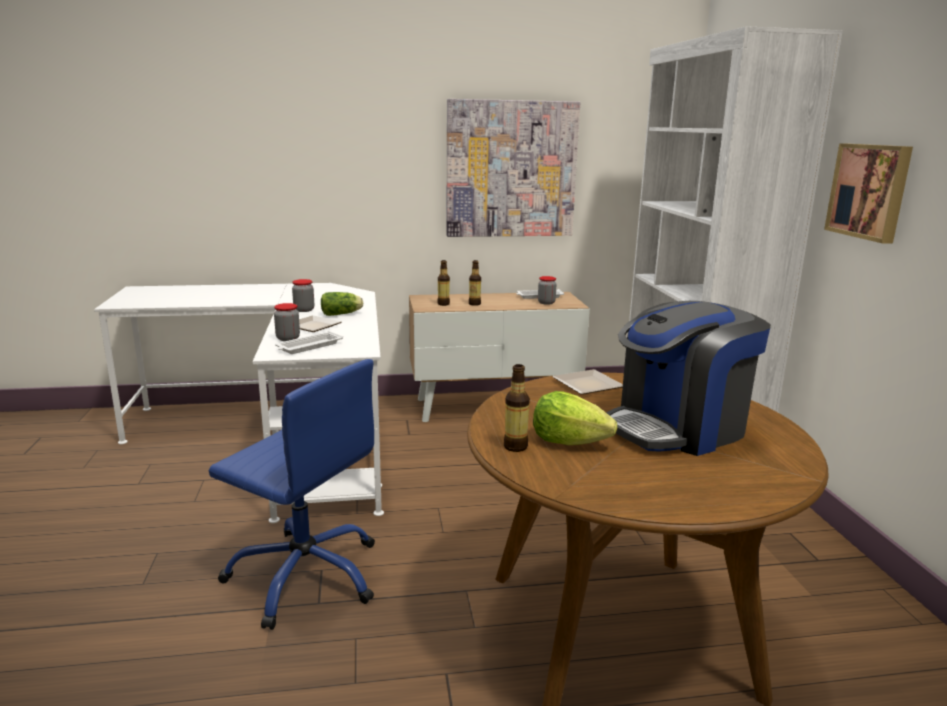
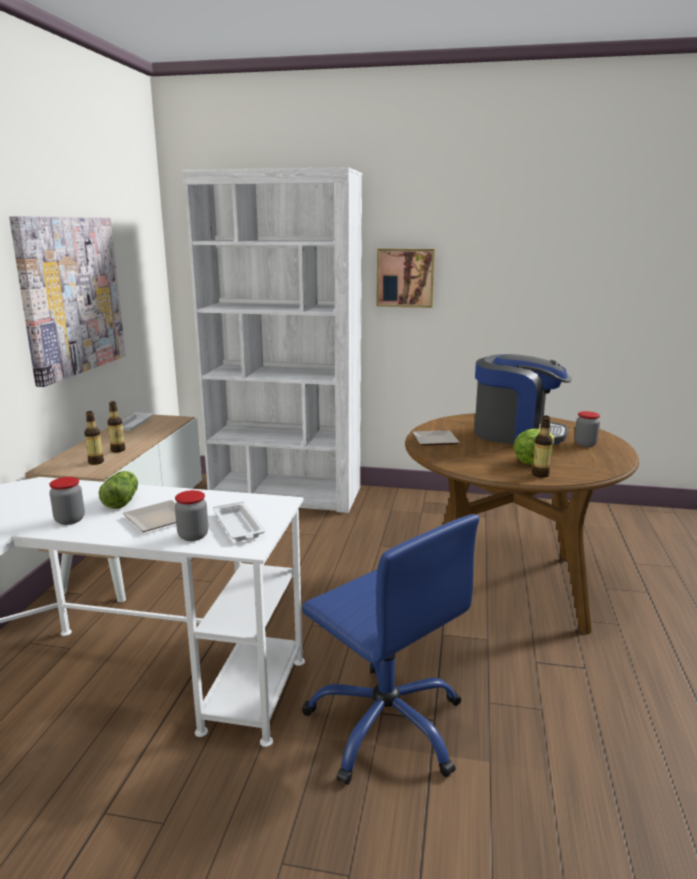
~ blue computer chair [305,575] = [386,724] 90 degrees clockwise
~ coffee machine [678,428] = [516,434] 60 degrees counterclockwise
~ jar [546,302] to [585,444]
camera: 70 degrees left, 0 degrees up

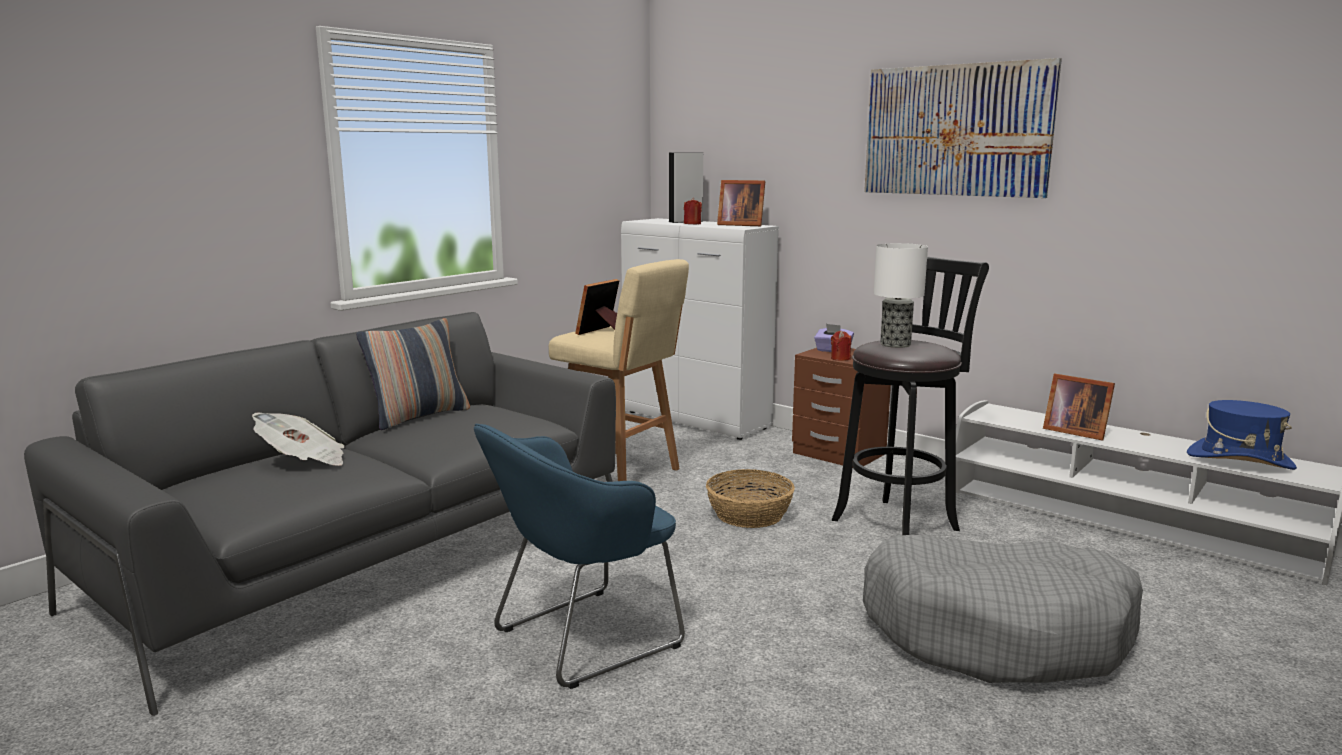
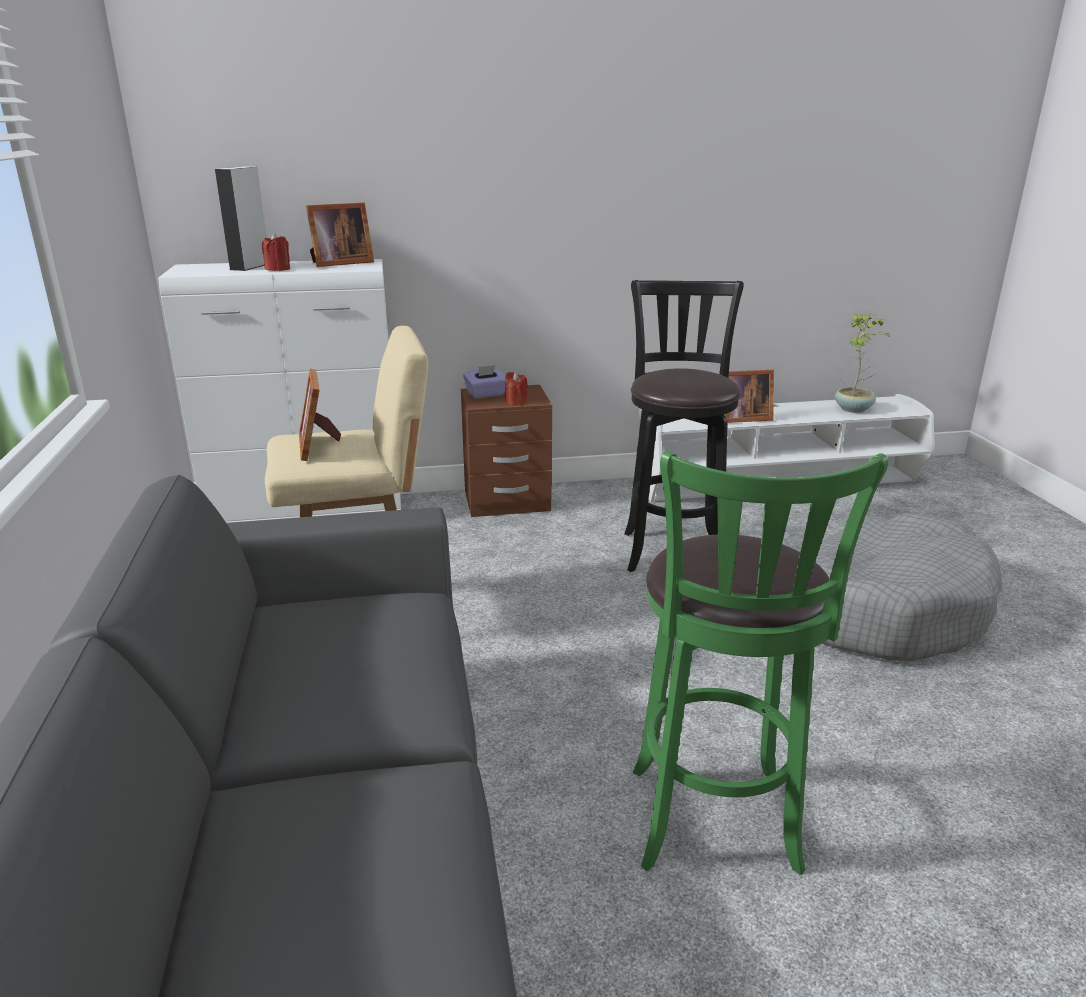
~ blue armchair [579,640] to greenish sitting stool [714,826]
~ blue clothing hat [1239,460] to potted plant [854,409]
- newspaper [304,461]
- throw pillow [419,416]
- basket [748,515]
- wall art [956,130]
- tabletop lamp [894,344]
camera: 50 degrees left, 10 degrees up

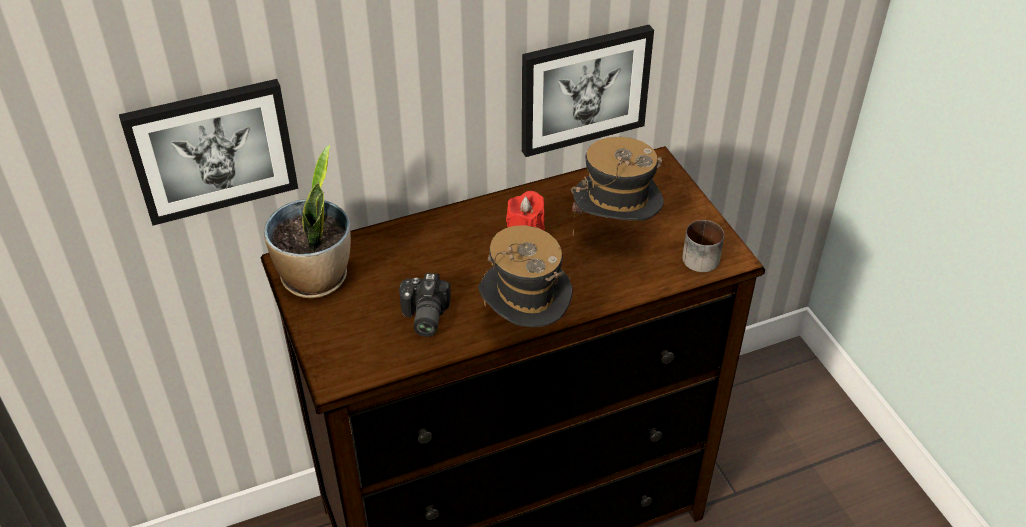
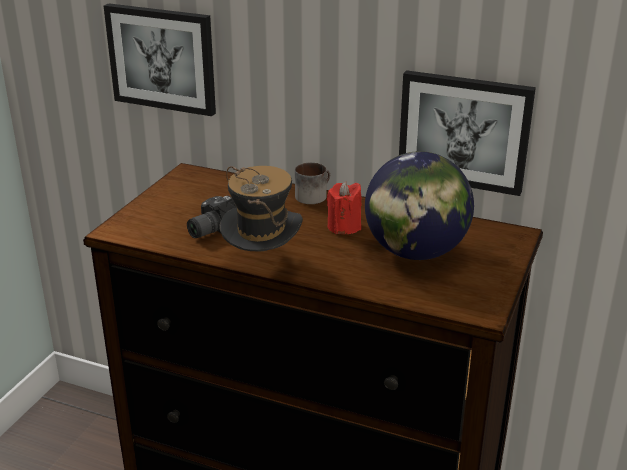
~ mug [698,255] to [313,195]
~ clothing hat [615,230] to world globe [415,252]
- potted plant [316,278]
camera: 45 degrees right, 15 degrees down

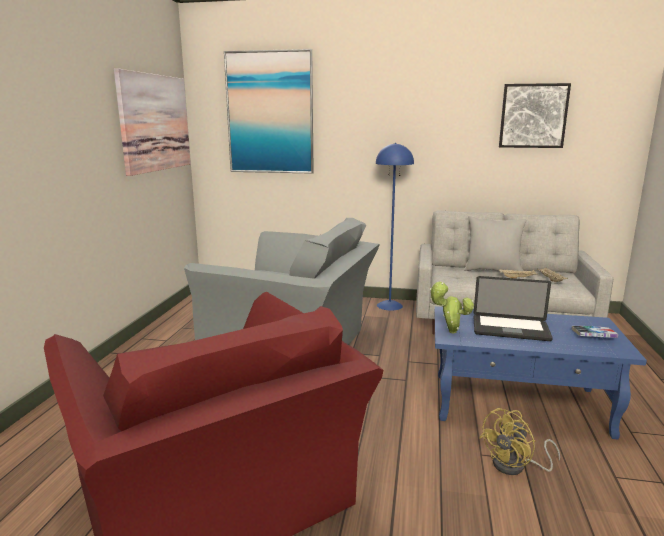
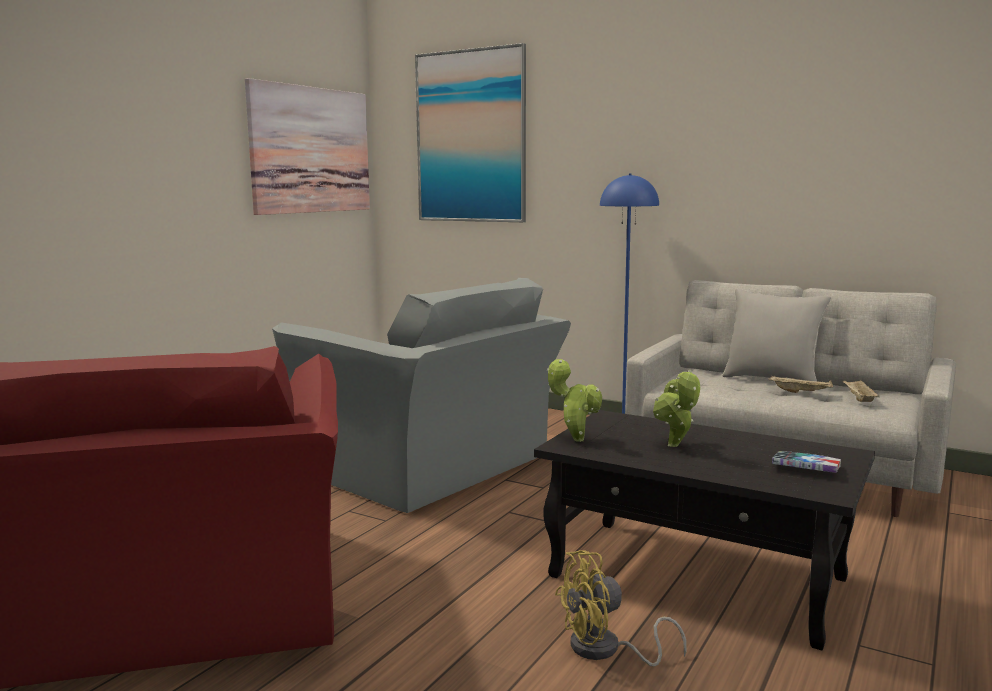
~ blue lounge table [520,404] to blackish lounge table [699,577]
~ laptop [510,329] to potted plant [675,446]
- wall art [533,116]
camera: 20 degrees right, 5 degrees down

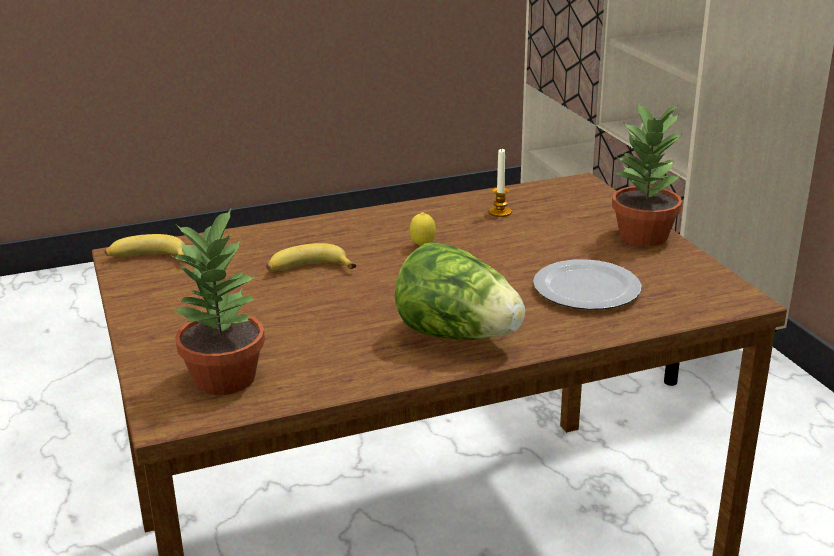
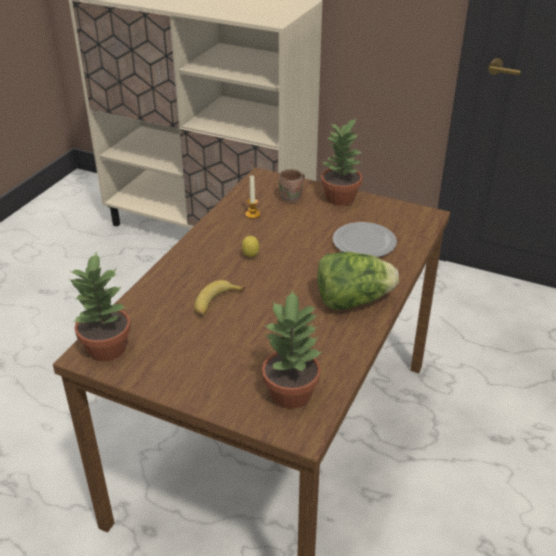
~ whole banana [148,259] to potted plant [106,349]
+ brownish mug [292,198]
camera: 45 degrees left, 10 degrees up

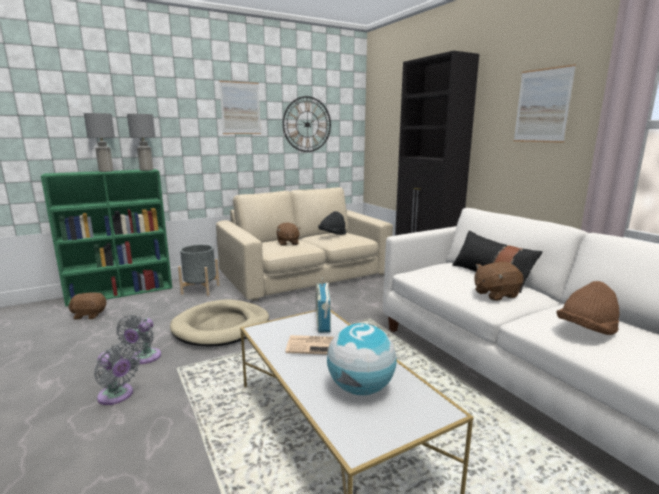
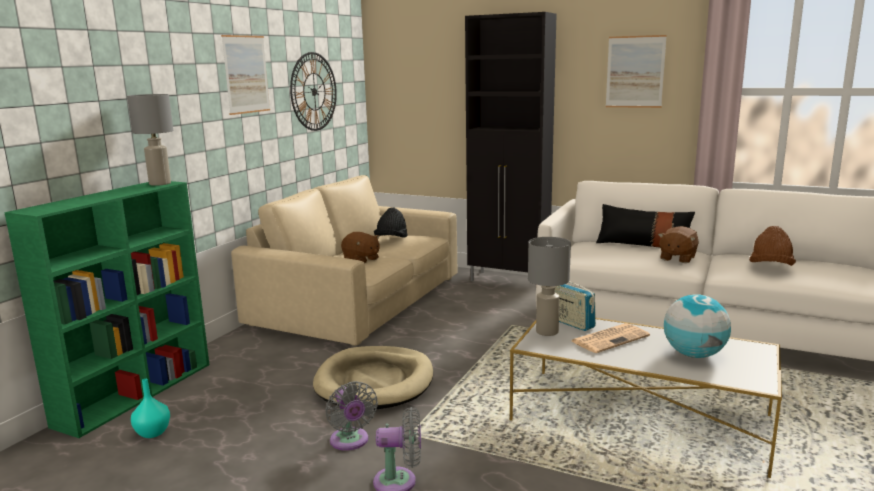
~ brownish plush toy [89,315] to turquoise-coloured decorative vase [153,433]
~ grey tabletop lamp [106,171] to [547,332]
- grey planter [200,289]
camera: 35 degrees left, 0 degrees up

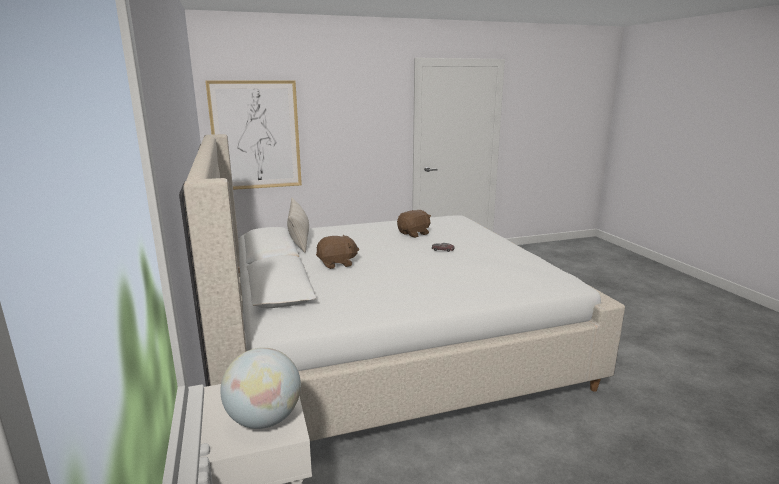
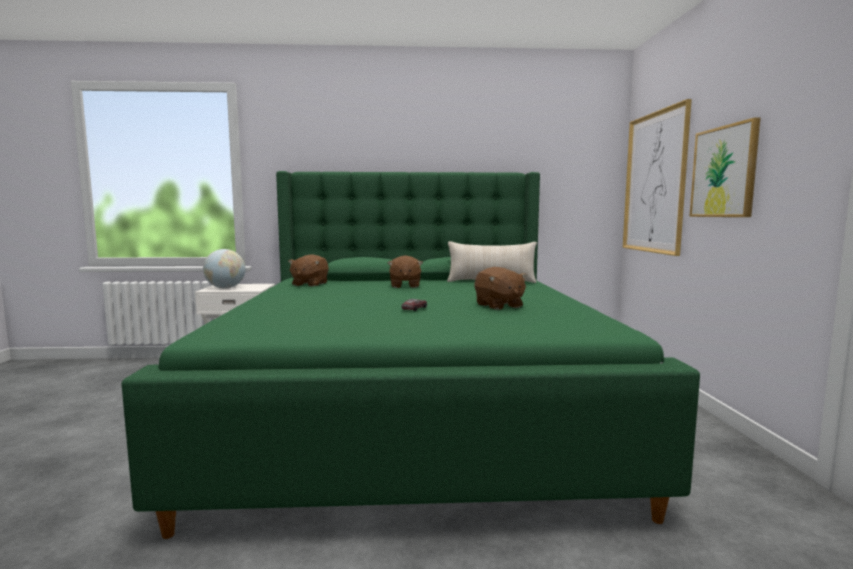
~ sand-coloured bedroom bed [385,345] to greenish bedroom bed [414,411]
+ brownish plush toy [309,284]
+ wall art [724,172]
camera: 105 degrees right, 10 degrees down

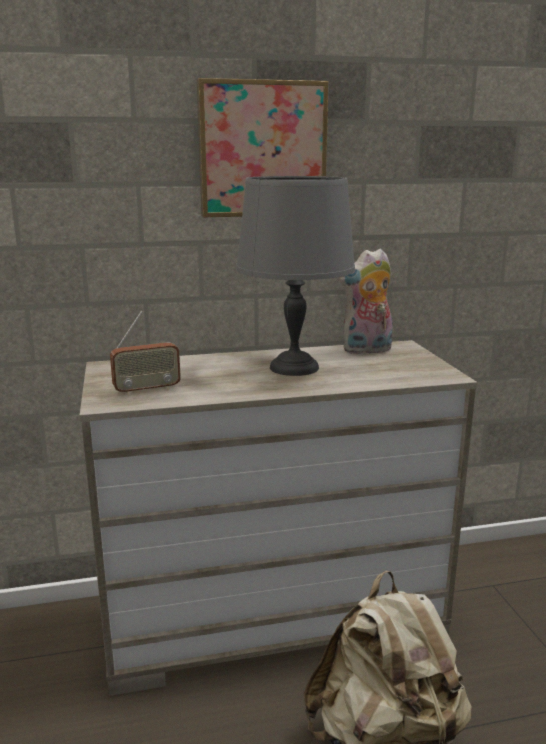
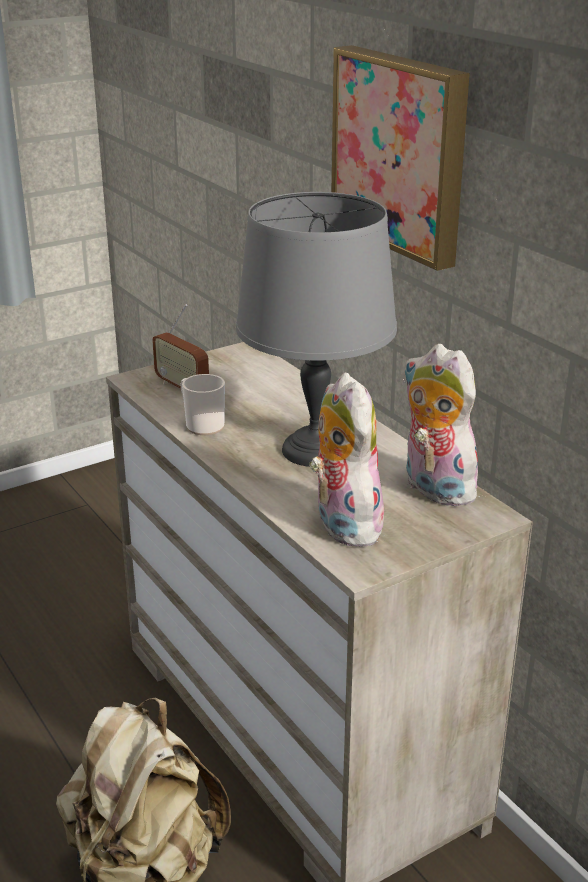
+ mug [201,425]
+ plush toy [342,524]
camera: 70 degrees right, 10 degrees up

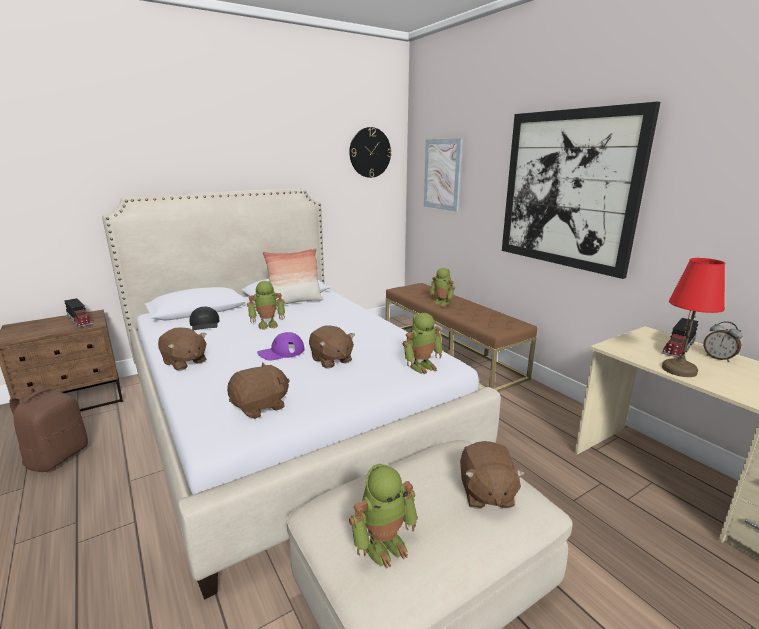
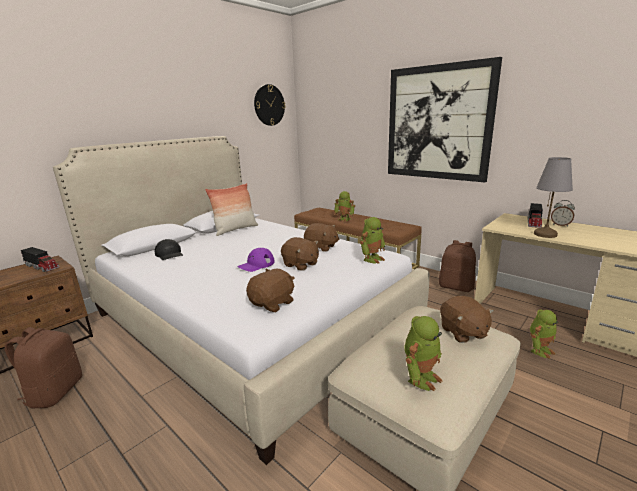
~ brownish plush toy [184,362] to [321,247]
+ brownish knapsack [456,287]
~ model robot [268,325] to [539,350]
~ red-coloured tabletop lamp [680,370] to grey tabletop lamp [545,234]
- wall art [442,174]
camera: 15 degrees left, 0 degrees up

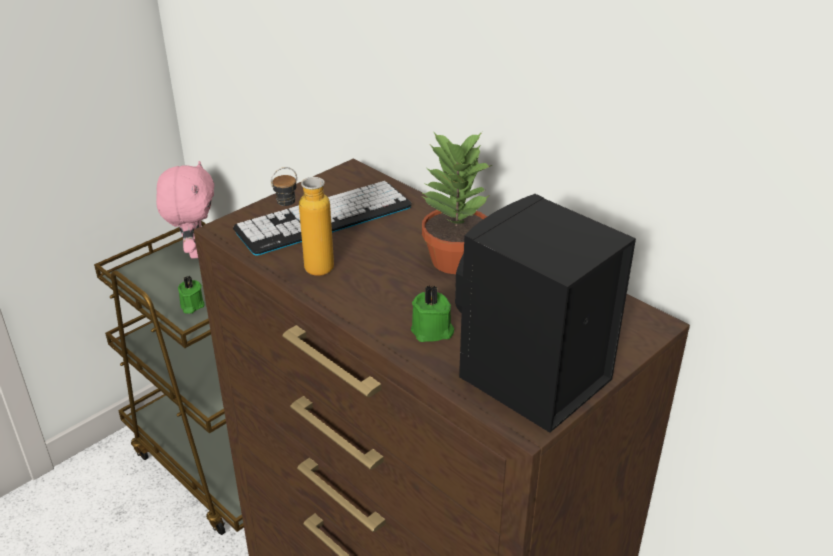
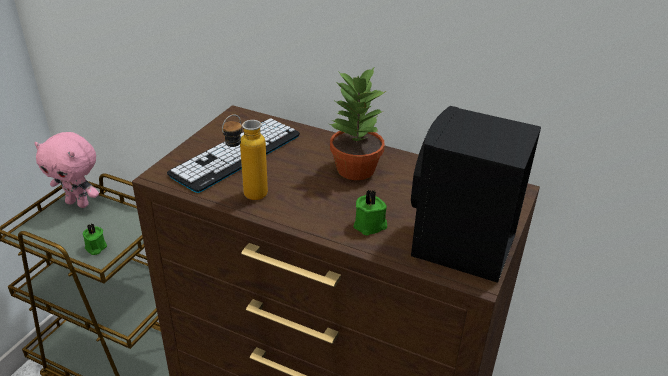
~ pinkish plush toy [194,251] = [79,203] 135 degrees clockwise
camera: 20 degrees left, 0 degrees up

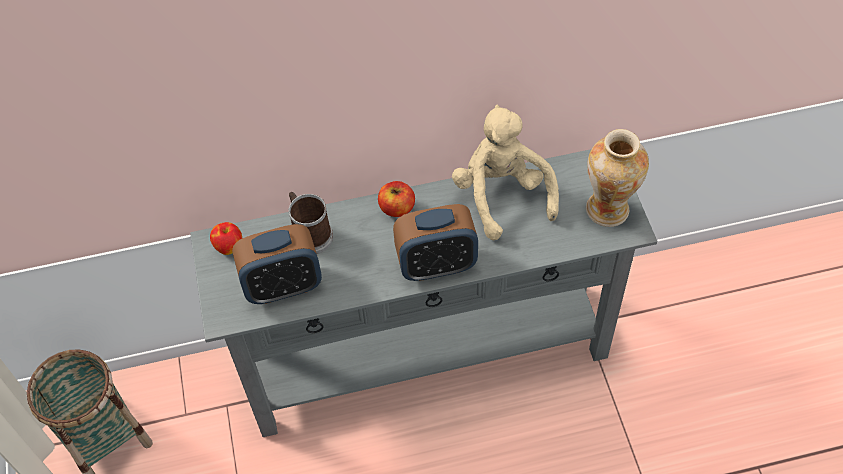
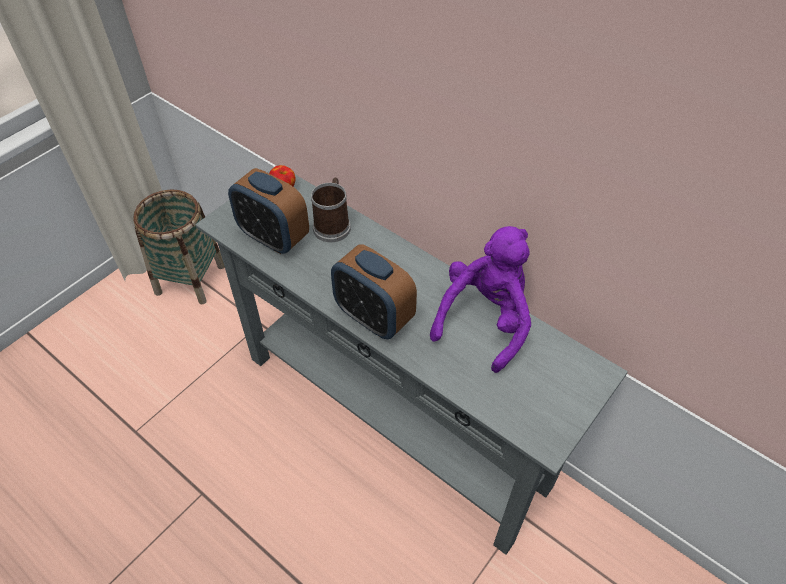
~ sand-coloured plush toy [502,195] to purplish plush toy [485,320]
- apple [397,208]
- decorative vase [608,210]
camera: 50 degrees right, 5 degrees down

